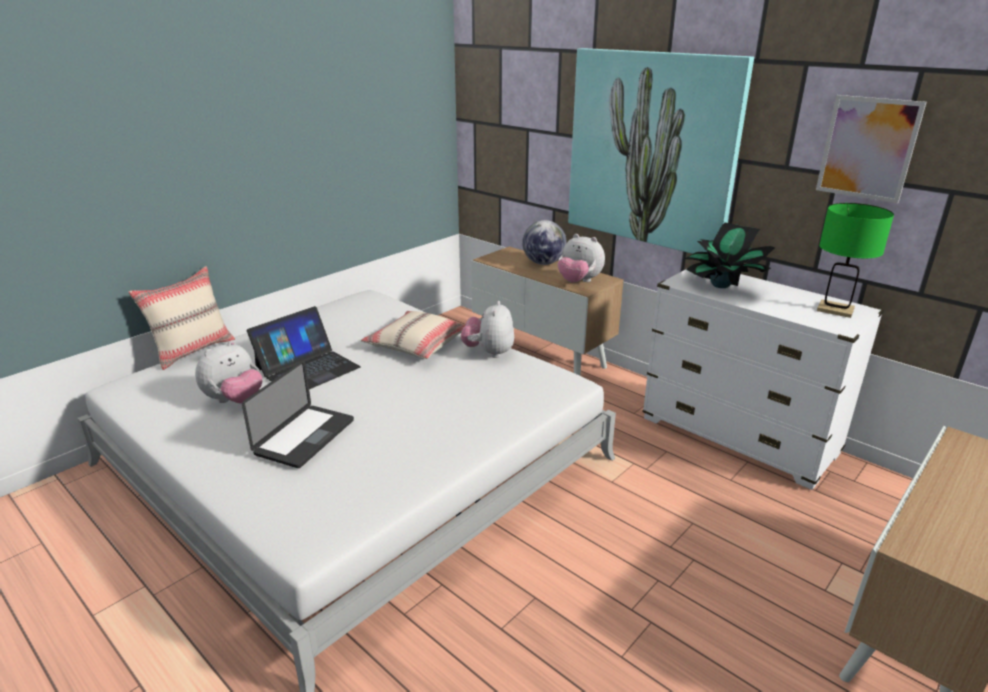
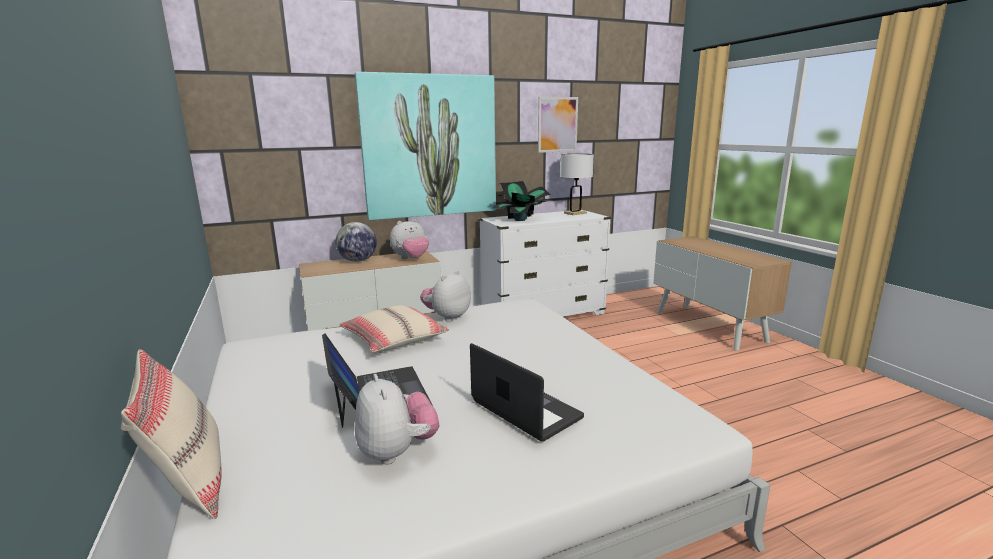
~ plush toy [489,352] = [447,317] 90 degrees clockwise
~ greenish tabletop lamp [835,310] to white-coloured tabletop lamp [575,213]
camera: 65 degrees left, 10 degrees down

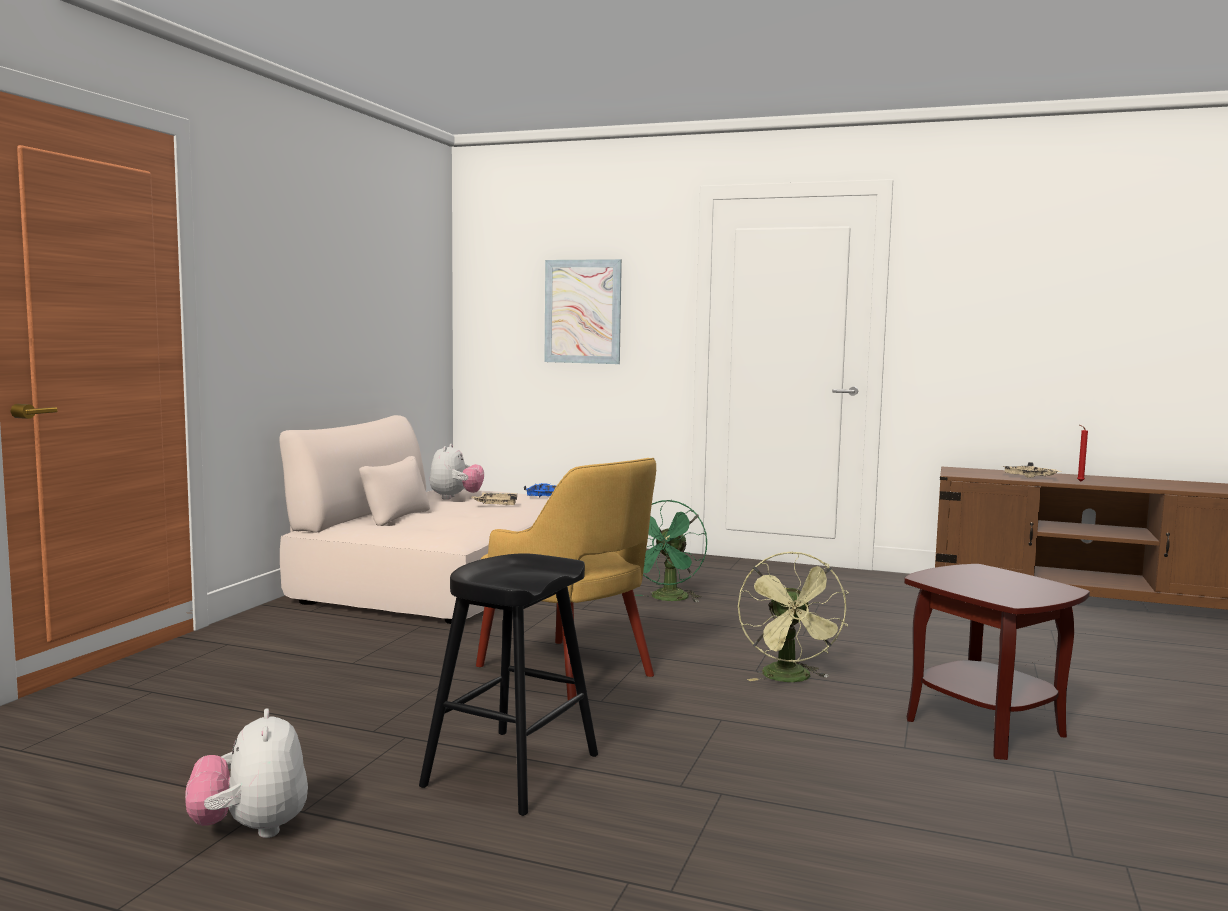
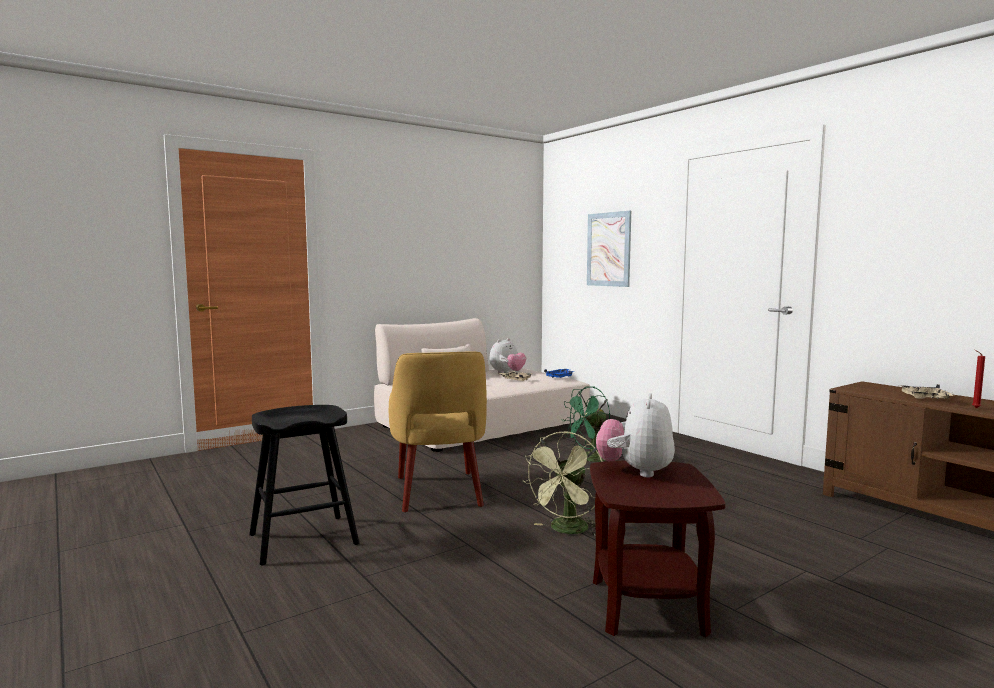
~ plush toy [251,829] to [635,471]
camera: 35 degrees right, 0 degrees up

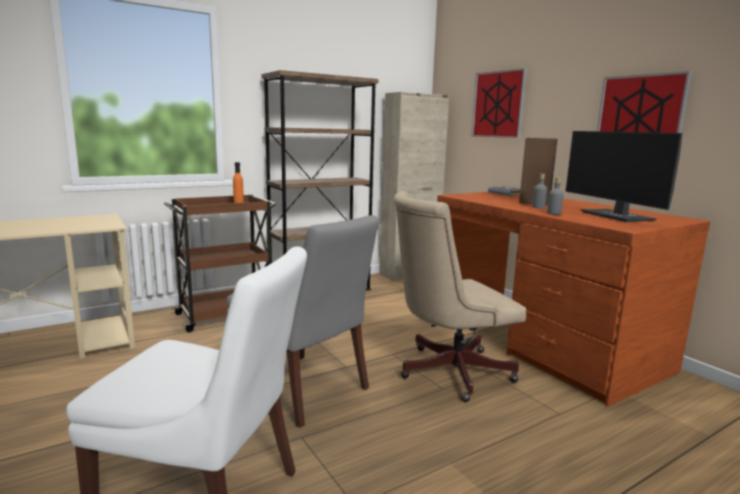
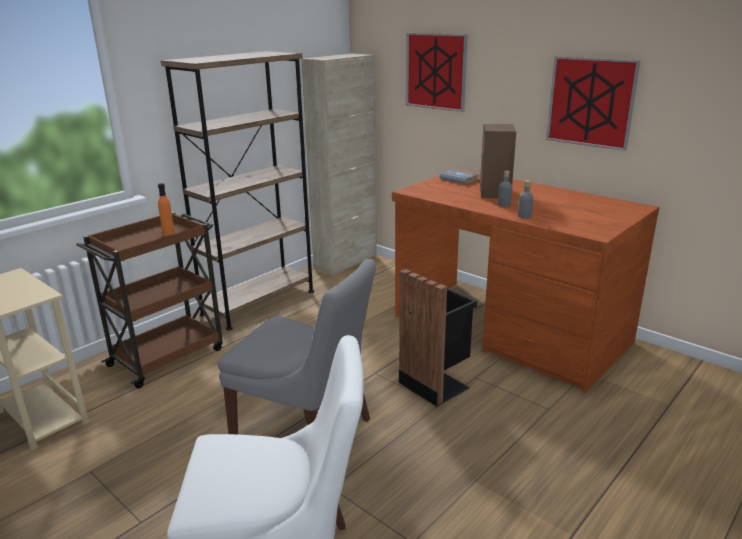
~ sand-coloured computer chair [447,372] to blackish rubbish bin [435,383]
- computer screen [618,216]
camera: 15 degrees left, 10 degrees up

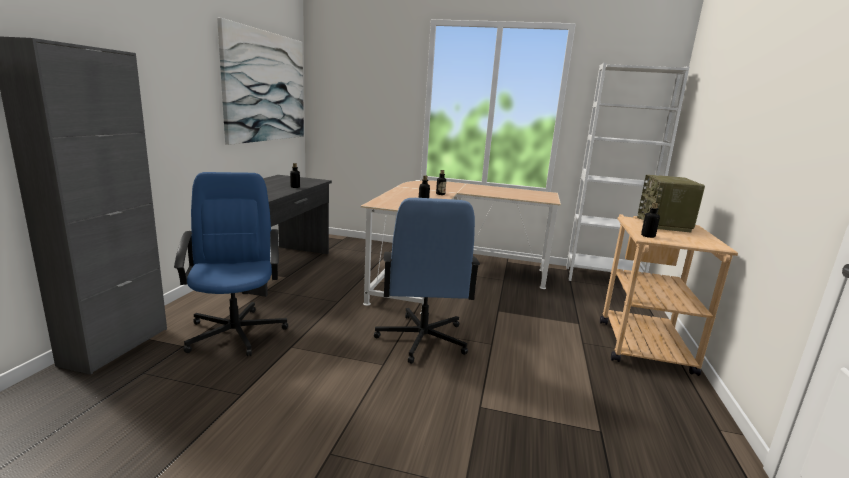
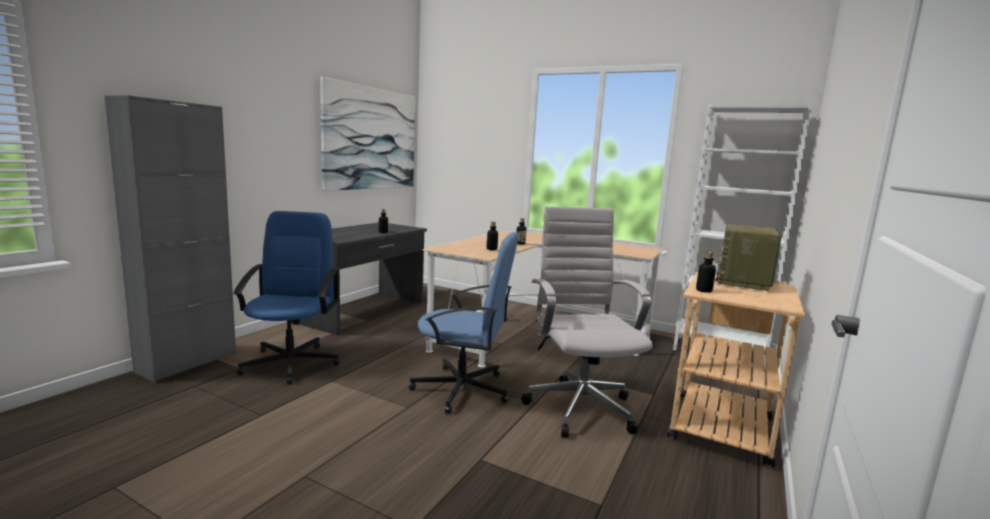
~ blue computer chair [422,339] = [463,389] 90 degrees counterclockwise
+ white-coloured computer chair [579,406]
camera: 15 degrees right, 5 degrees down

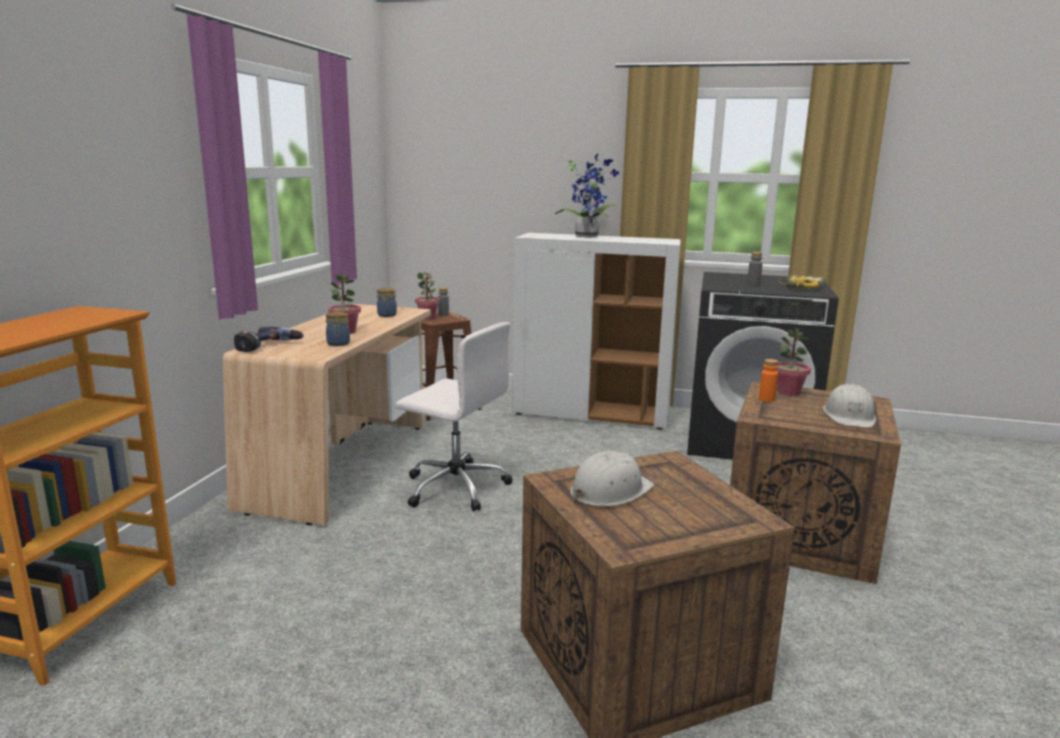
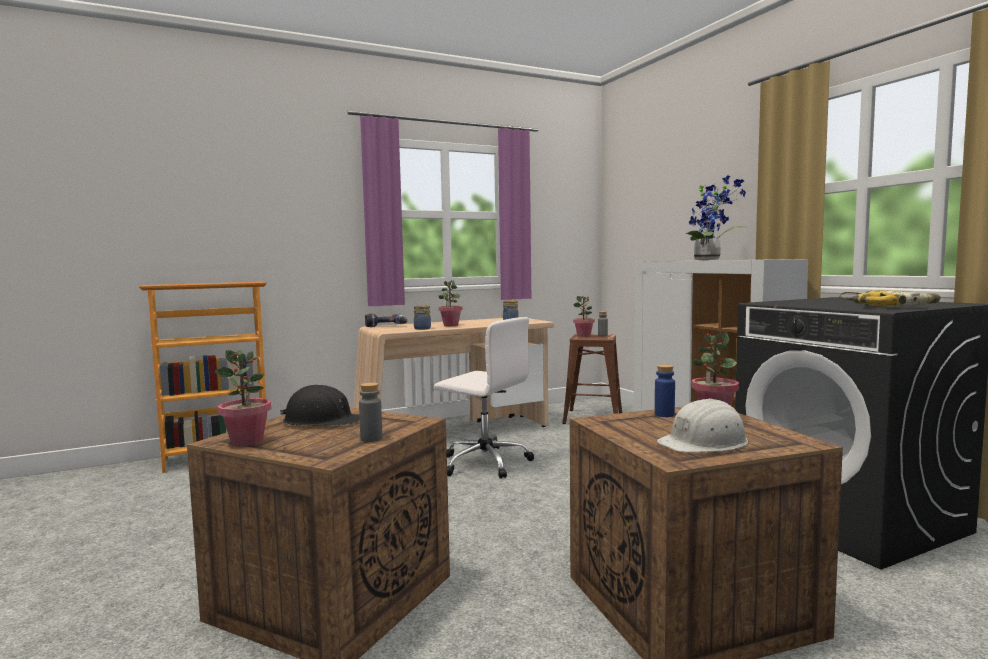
+ potted plant [247,442]
~ white-coloured safety helmet [609,491] to blackish safety helmet [321,421]
~ grey drink bottle [753,285] to [371,439]
~ white-coloured computer chair [454,487] = [484,462] 45 degrees counterclockwise
~ orange drink bottle [766,399] to blue drink bottle [664,414]
camera: 50 degrees right, 10 degrees down

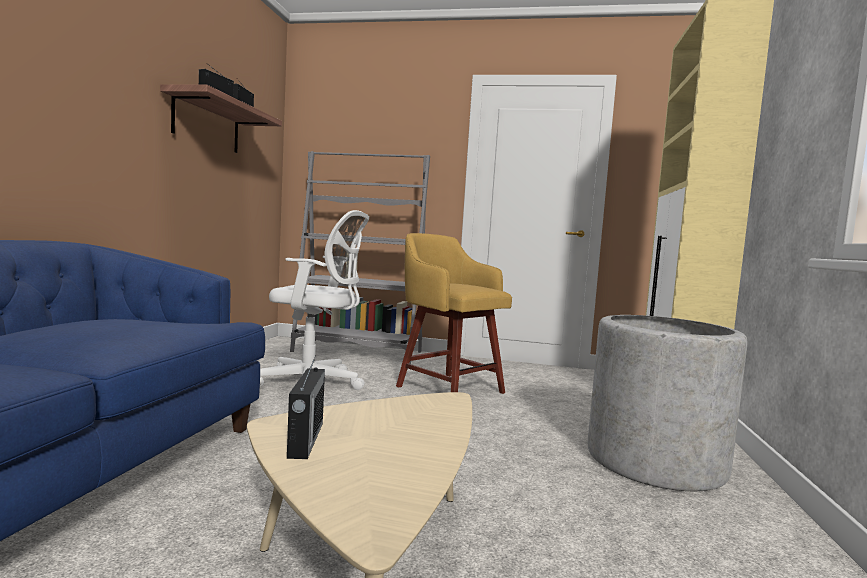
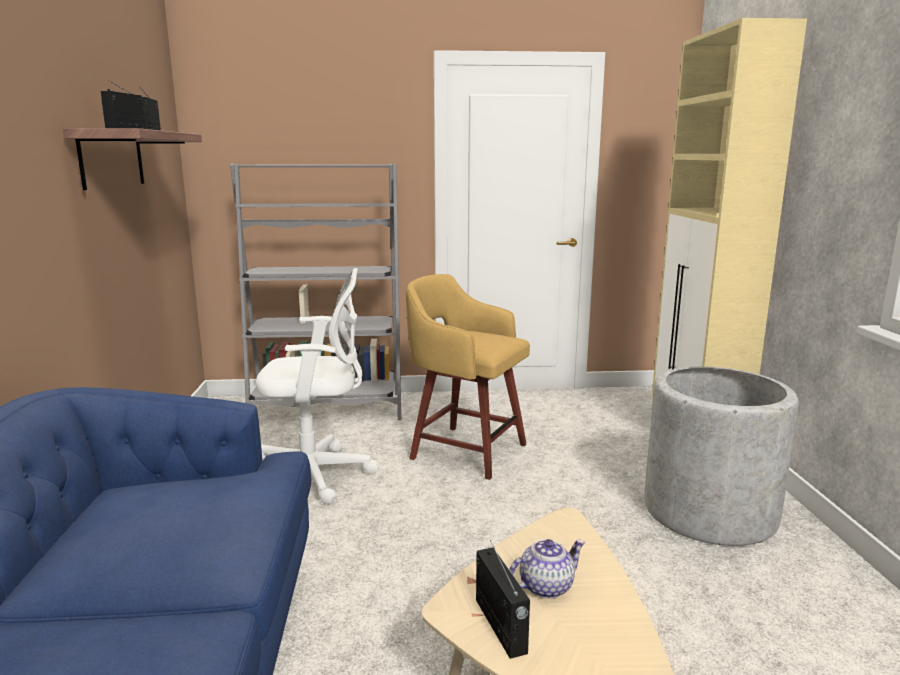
+ tea pot [546,586]
camera: 15 degrees left, 10 degrees up

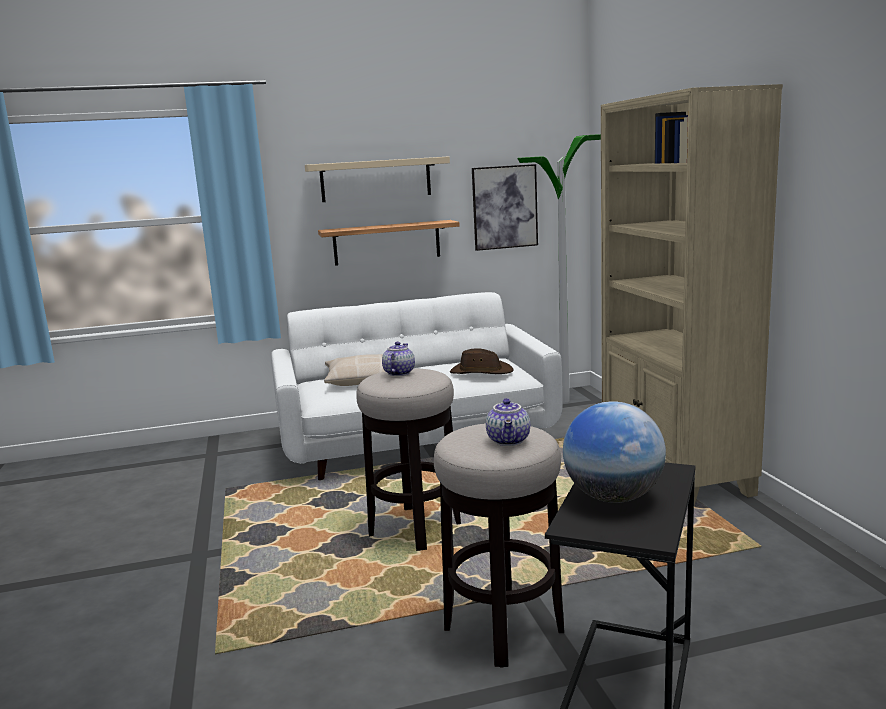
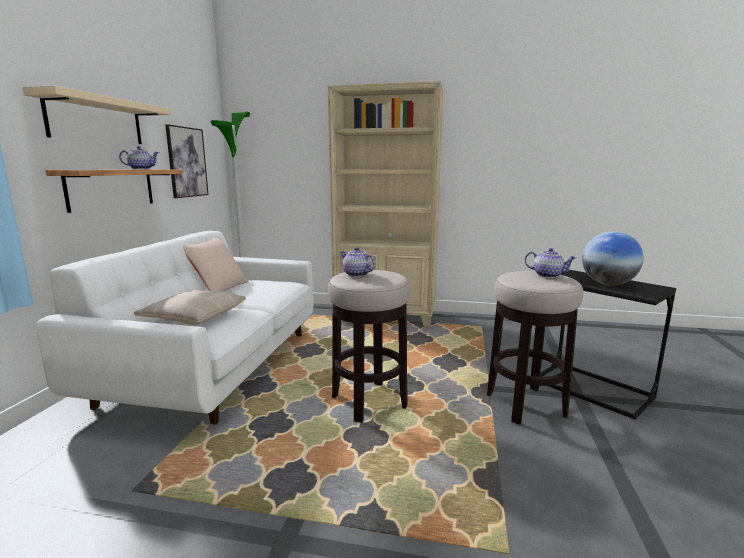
+ tea pot [141,169]
+ sand-coloured throw pillow [218,287]
- brownish clothing hat [481,372]
camera: 65 degrees left, 0 degrees up

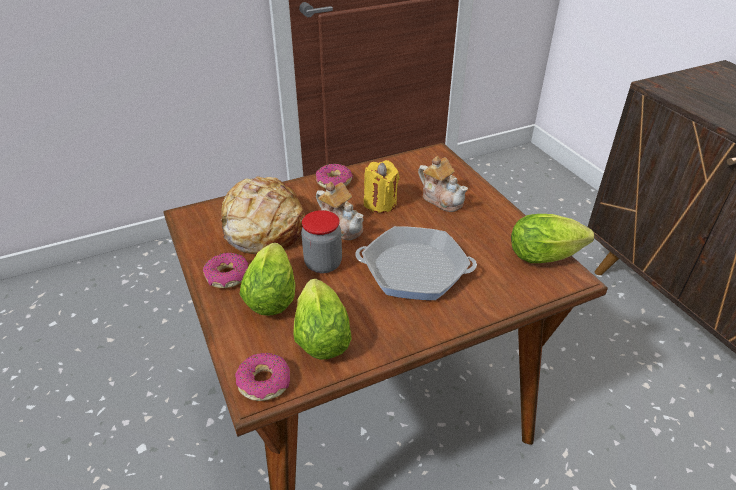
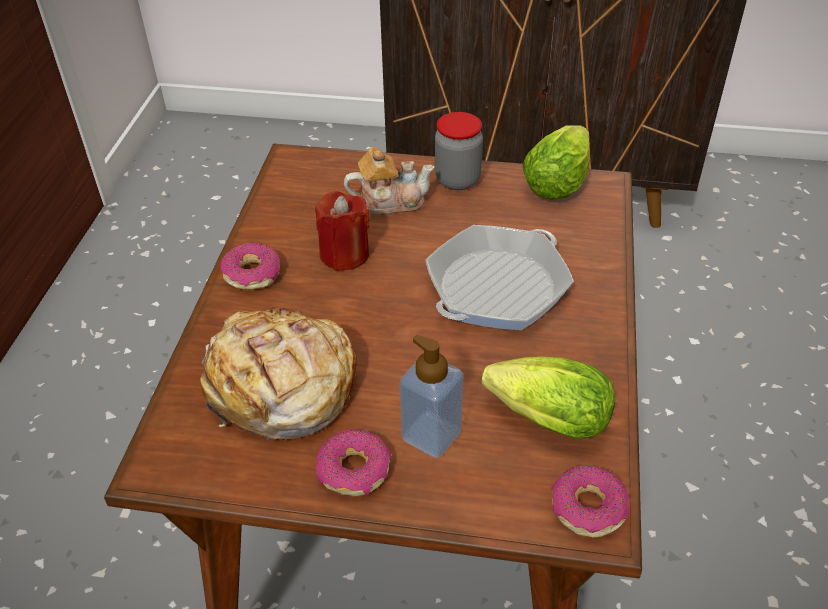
~ yellow-coloured candle [380,203] to red-coloured candle [344,254]
~ lettuce [272,293] to soap bottle [431,435]
~ jar [323,264] to [457,180]
- tea pot [341,226]
camera: 55 degrees left, 5 degrees up

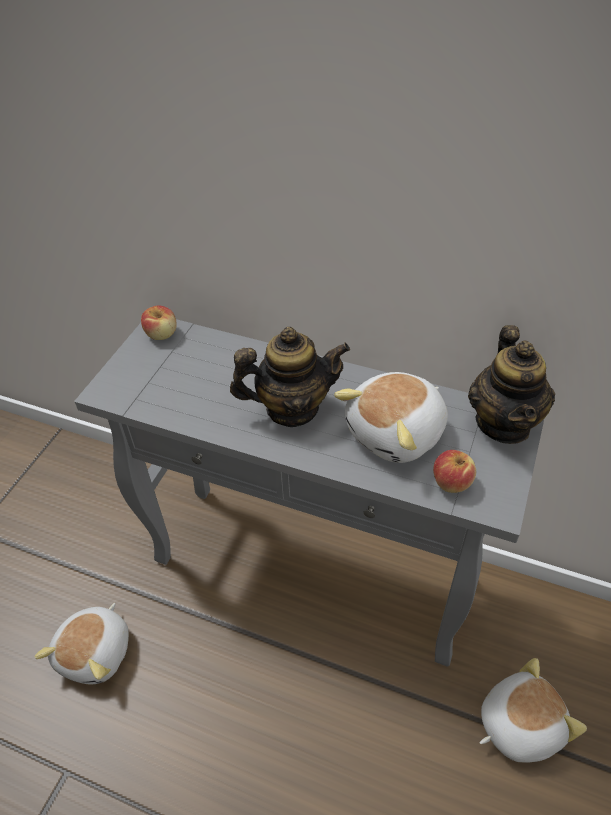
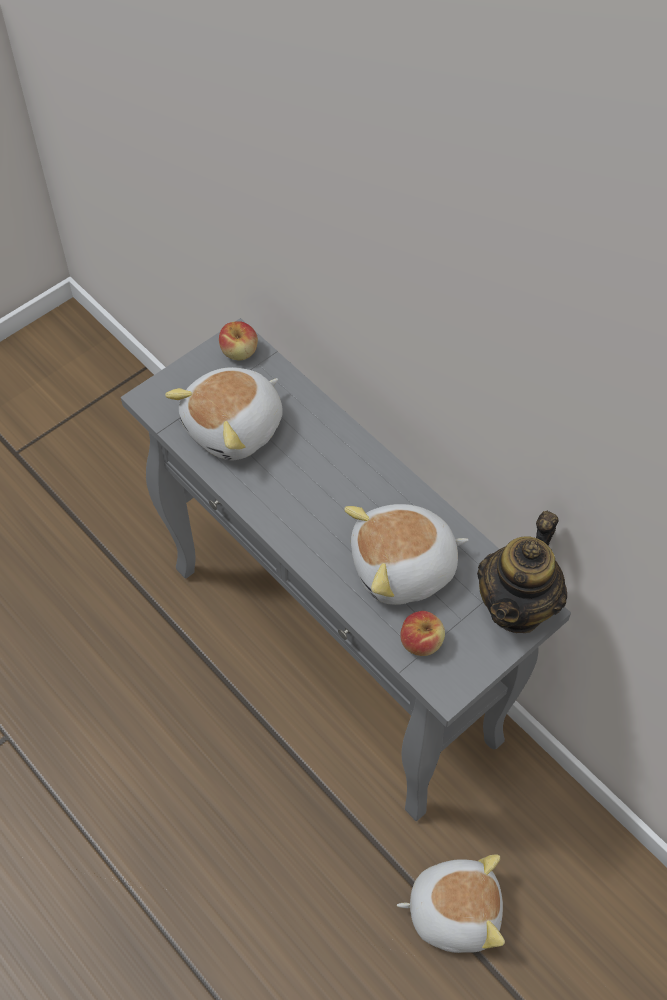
~ plush toy [97,652] to [235,428]
- tea pot [292,408]
camera: 25 degrees right, 10 degrees up

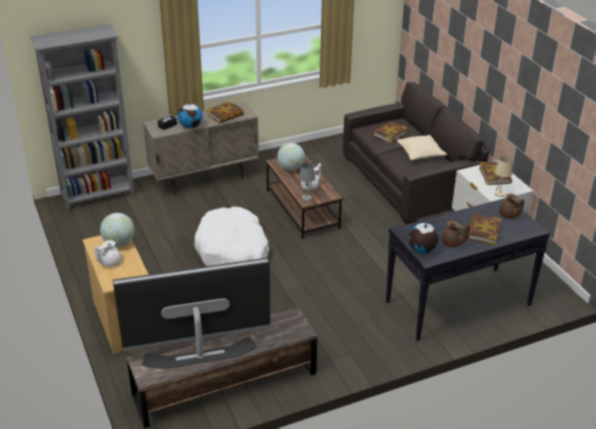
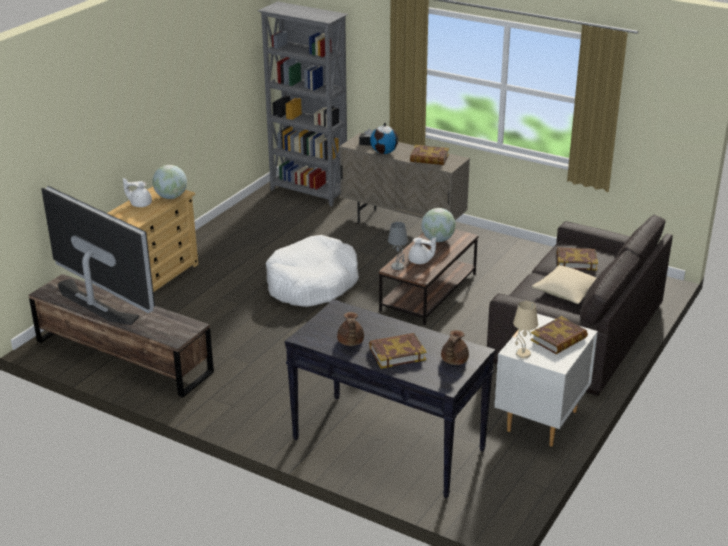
- world globe [422,250]
camera: 55 degrees right, 5 degrees down

